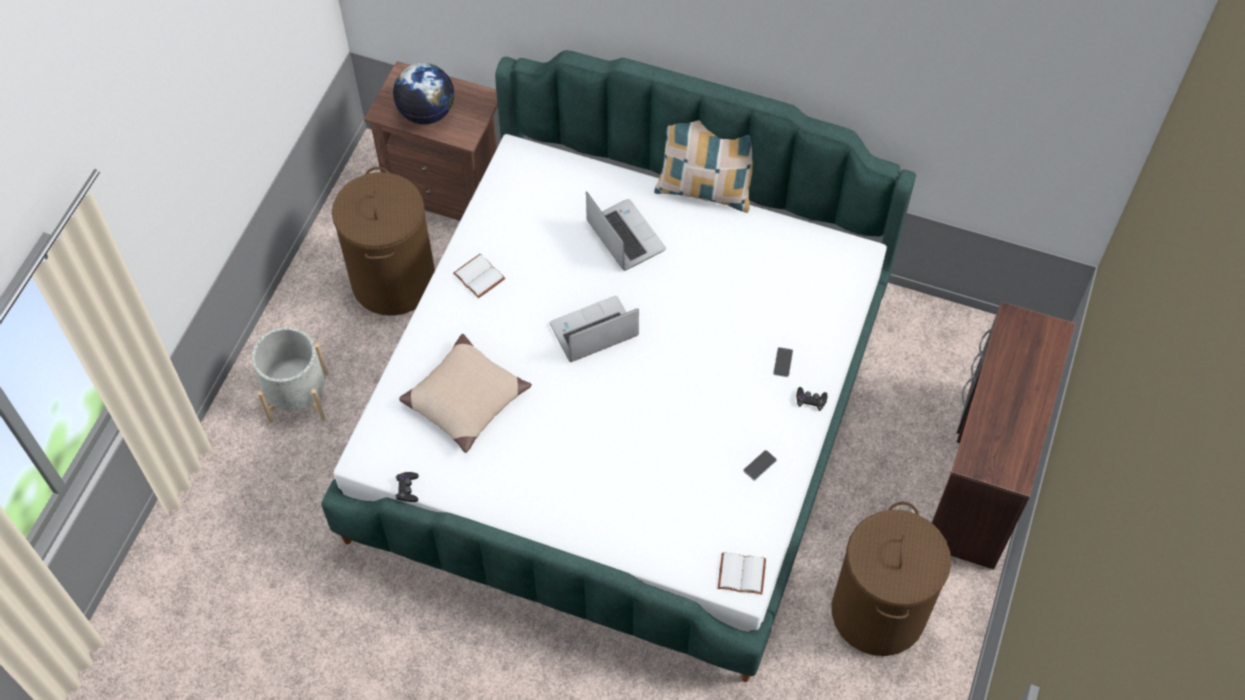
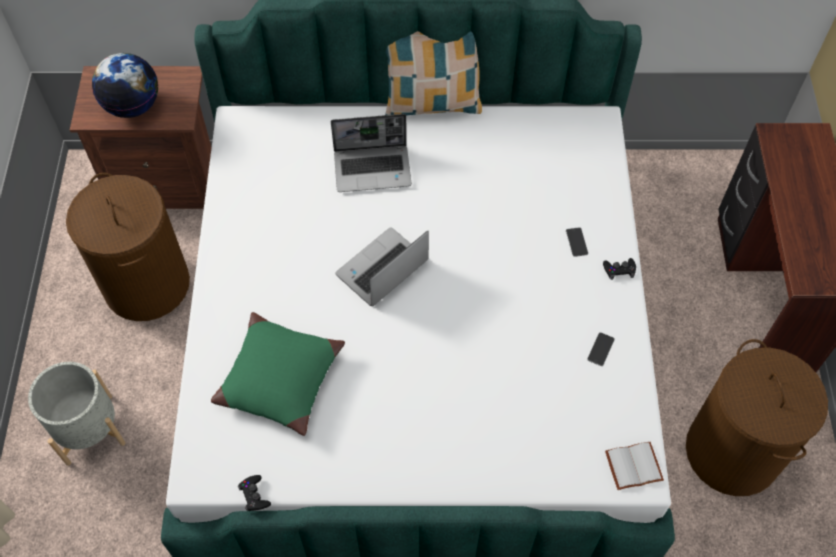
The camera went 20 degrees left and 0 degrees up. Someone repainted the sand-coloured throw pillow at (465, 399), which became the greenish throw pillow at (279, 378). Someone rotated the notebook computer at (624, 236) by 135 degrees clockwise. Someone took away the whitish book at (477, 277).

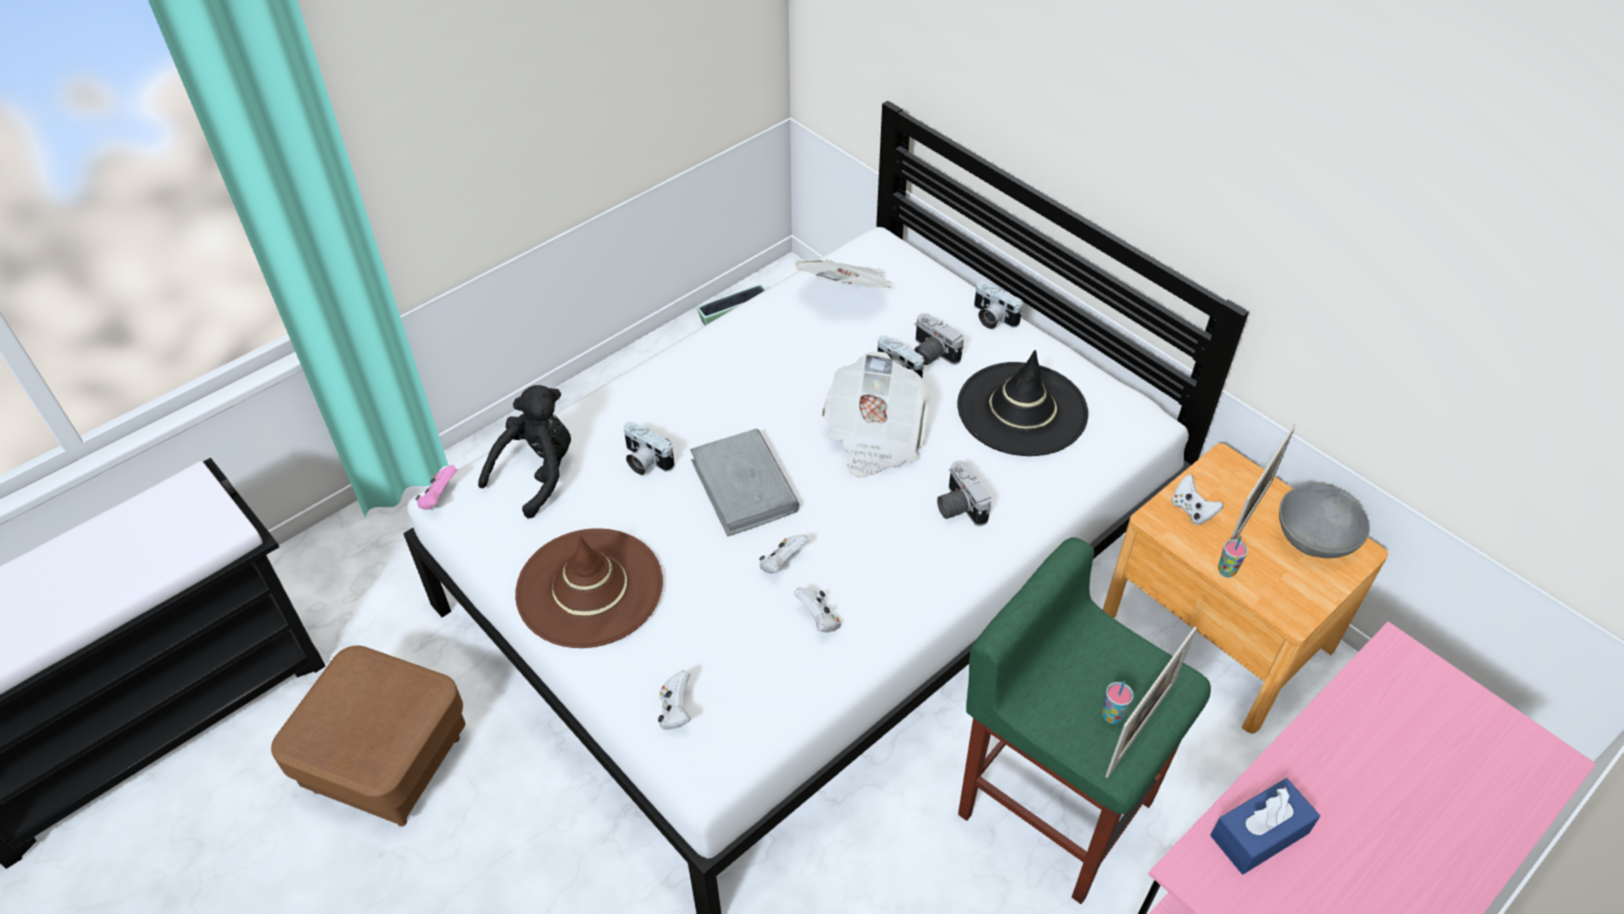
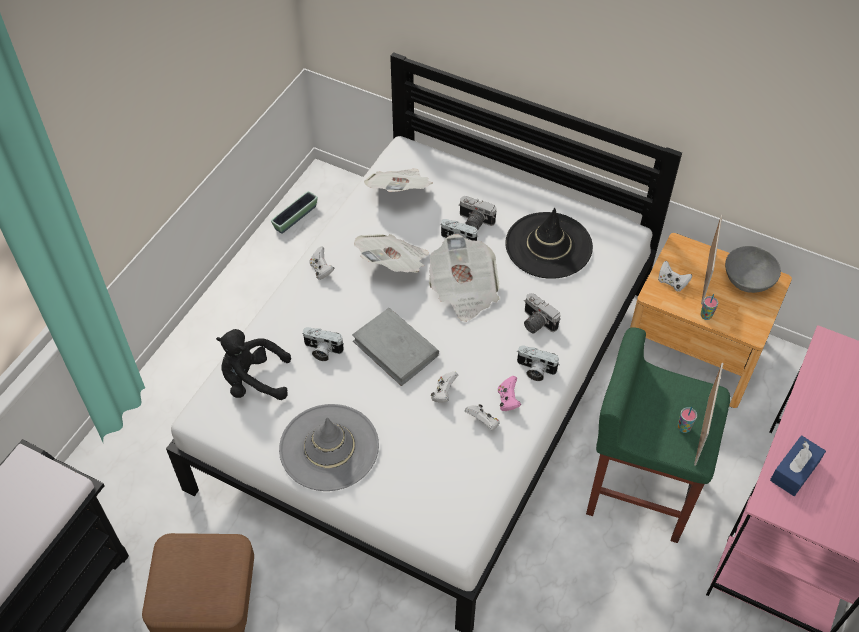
The camera went 20 degrees left and 5 degrees up. Someone rotated the black-coloured soft toy at (538, 473) by 105 degrees counterclockwise. Someone repainted the brown wearable hat at (590, 588), which became the gray wearable hat at (329, 447). Someone carried the whitish game controller from (676, 711) to (321, 270). Someone put down the newspaper at (394, 265). Someone carried the pinkish game controller from (439, 498) to (508, 400). Someone carried the photo camera from (992, 318) to (535, 370).

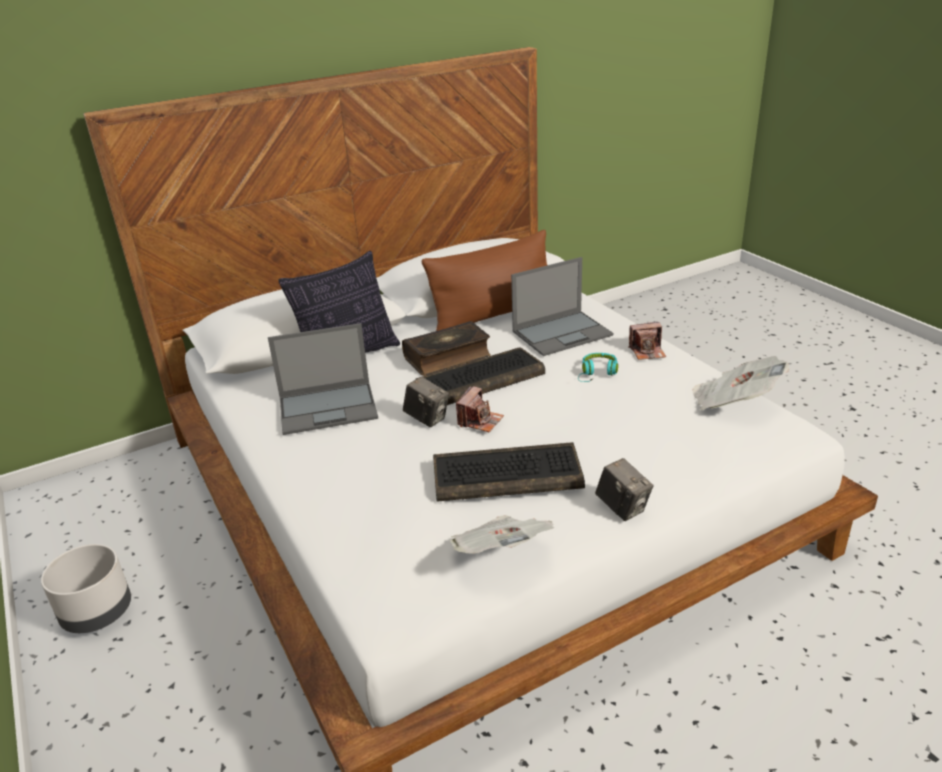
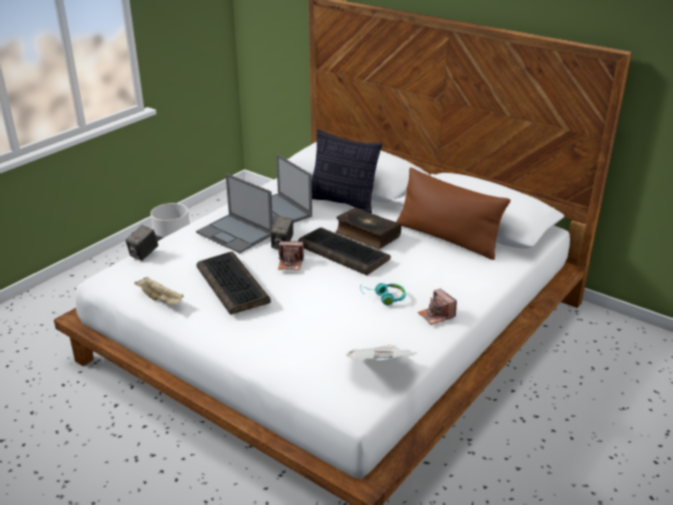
The camera went 65 degrees right and 0 degrees up. Someone carried the photo camera from (622, 508) to (144, 254). Someone swapped the newspaper at (501, 554) for the sand-coloured serving tray at (161, 300). Someone carried the notebook computer from (563, 333) to (235, 234).

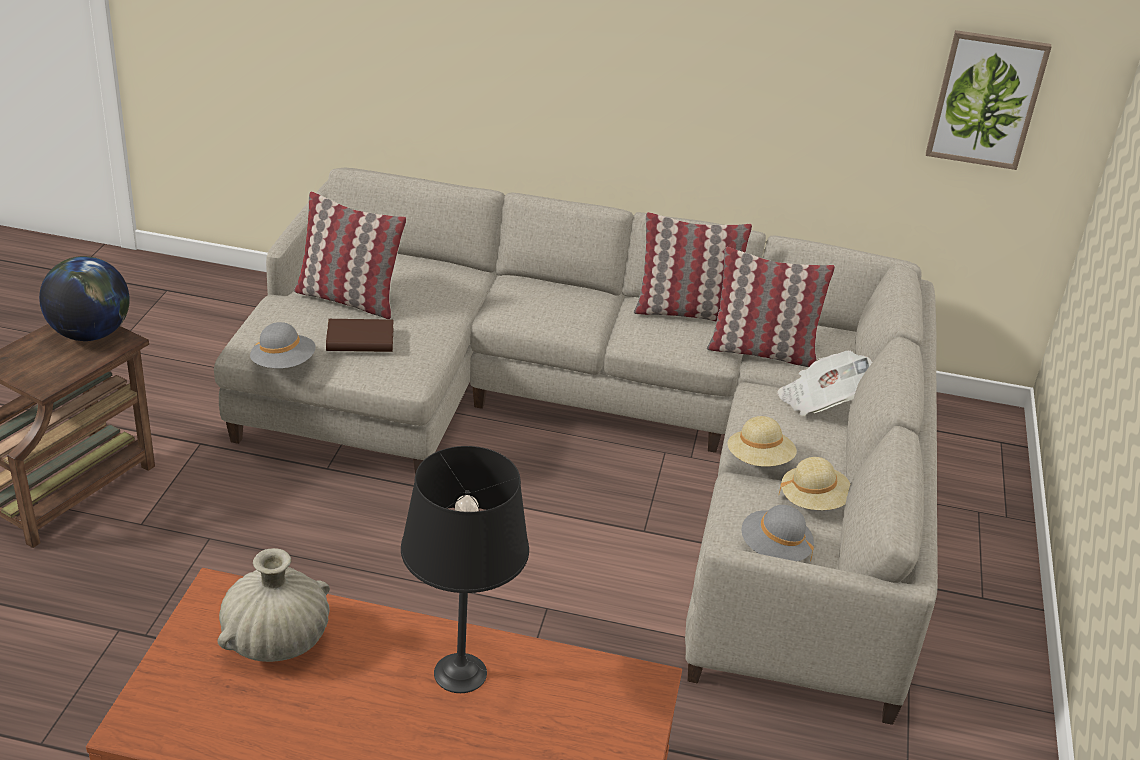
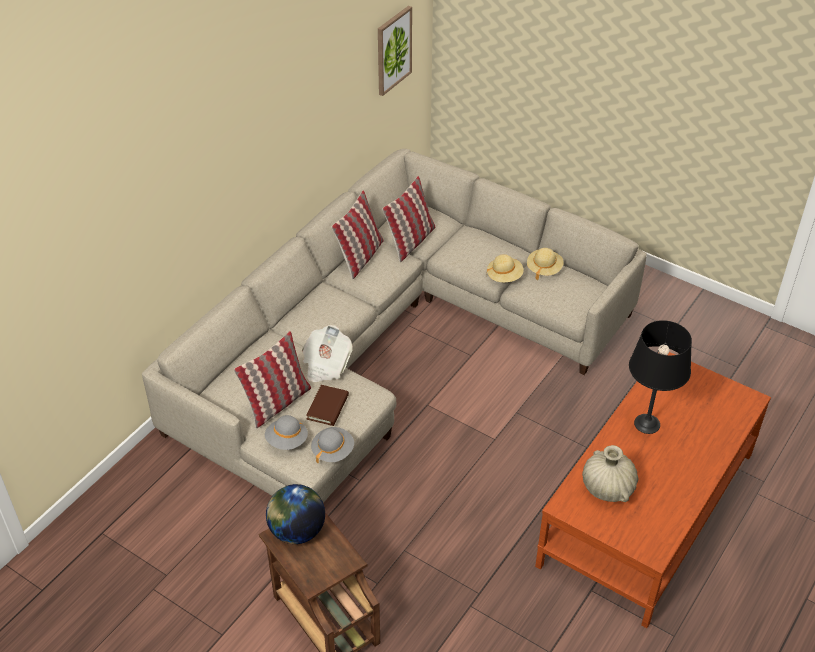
The camera went 65 degrees left and 10 degrees up. Someone carried the gray wearable hat from (774, 550) to (287, 441). Someone carried the newspaper from (820, 401) to (326, 365).

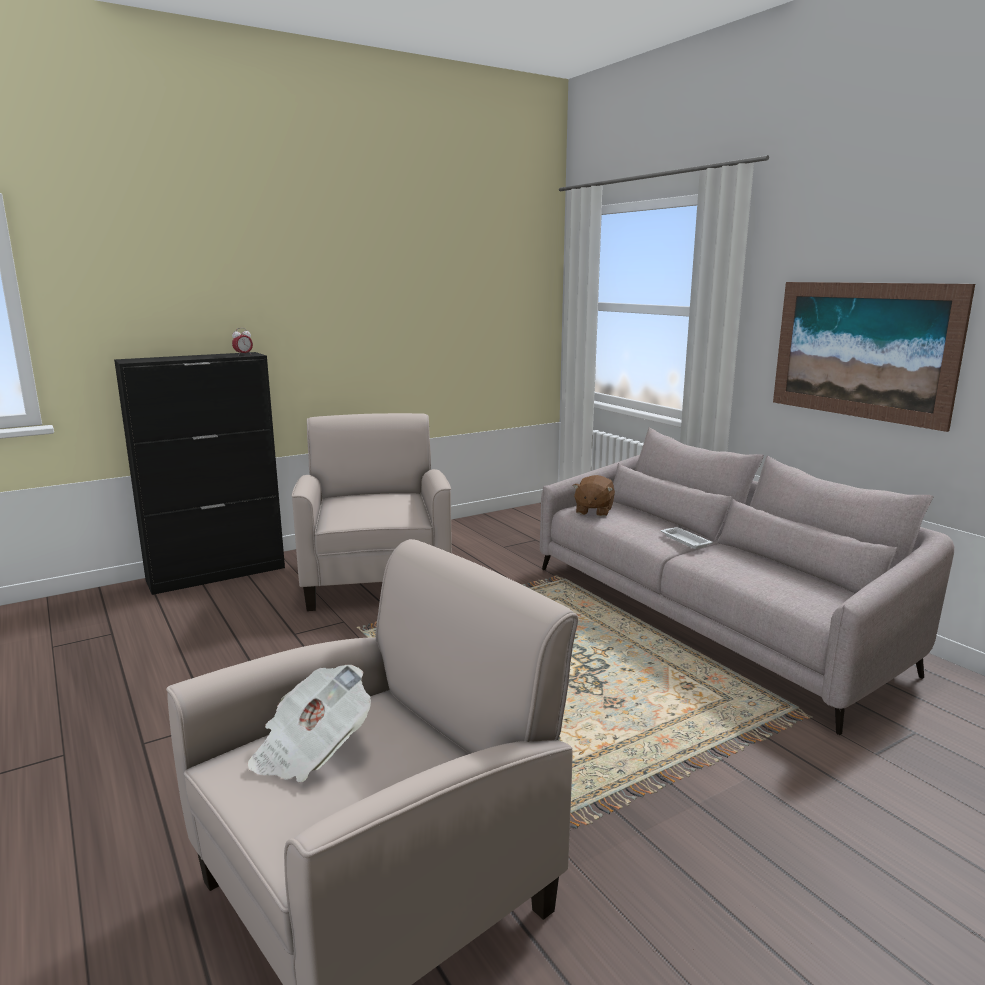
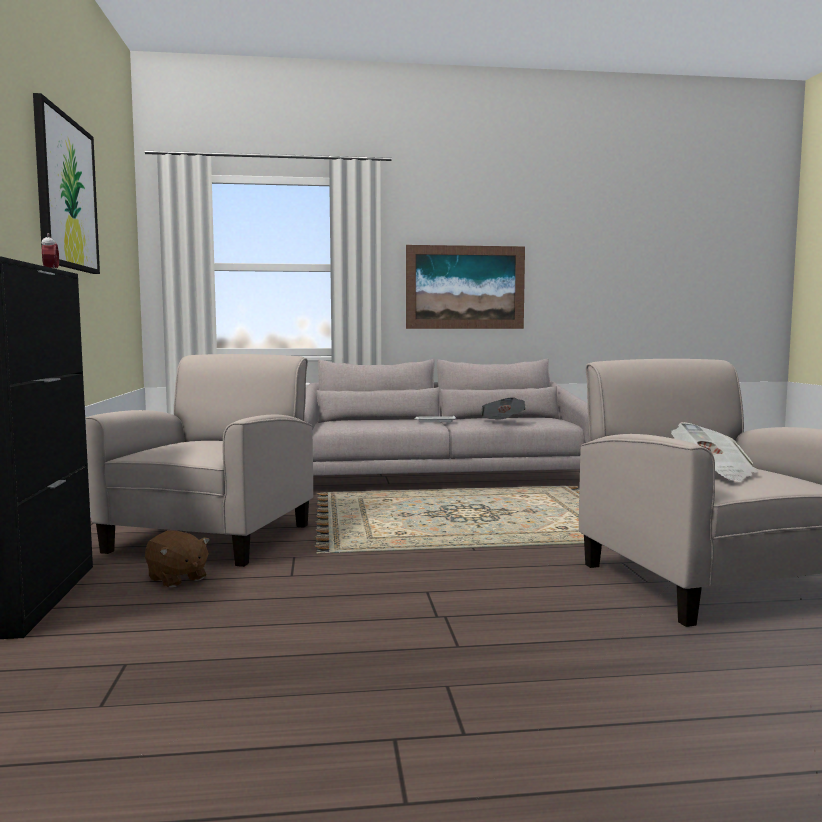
The camera went 65 degrees left and 10 degrees down. Someone put up the wall art at (66, 193). Someone rotated the sand-coloured easy chair at (376, 579) by 90 degrees clockwise. Someone carried the brown soft toy from (593, 511) to (177, 579). Someone put down the newspaper at (502, 422).

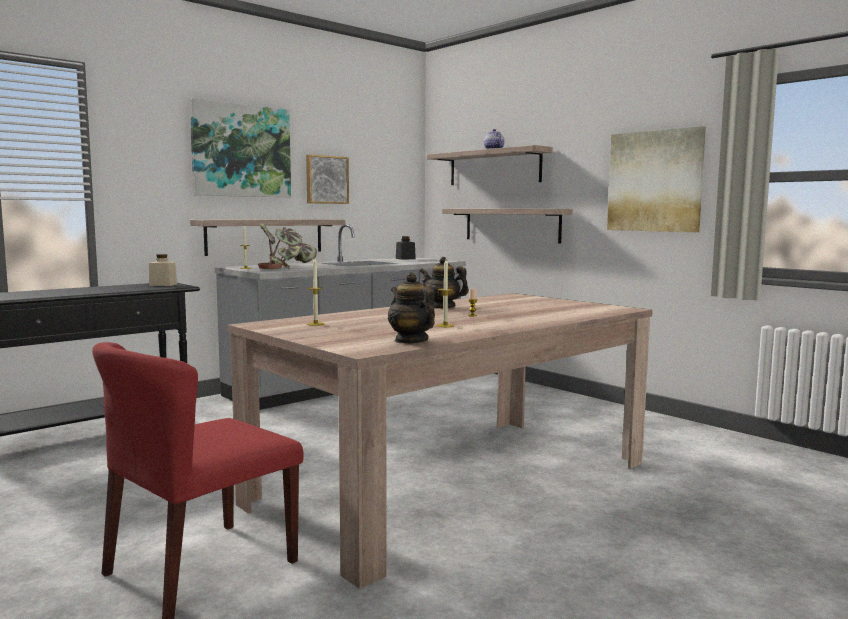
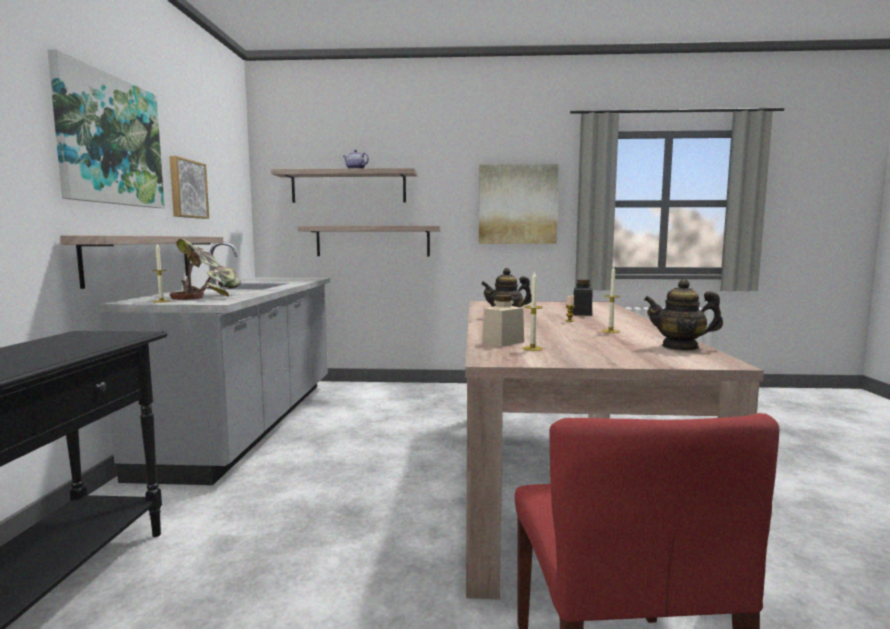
The camera went 45 degrees left and 0 degrees up. Someone carried the sand-coloured jar from (163, 284) to (503, 342). Someone carried the black-coloured jar from (405, 259) to (582, 313).

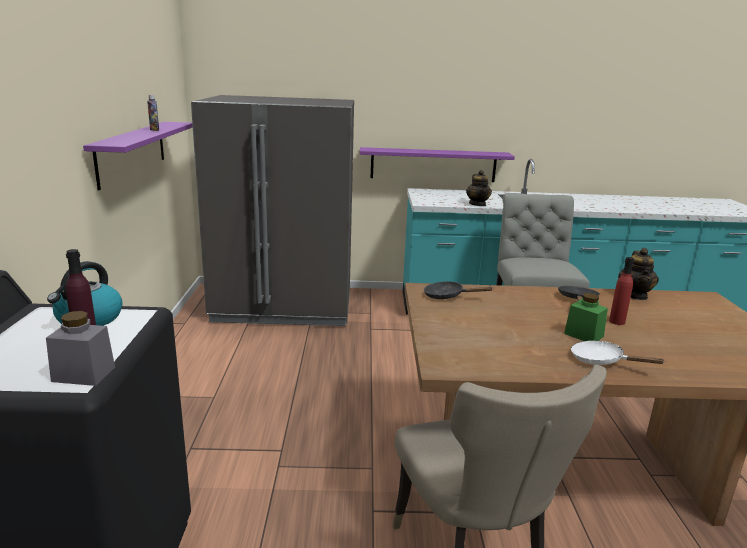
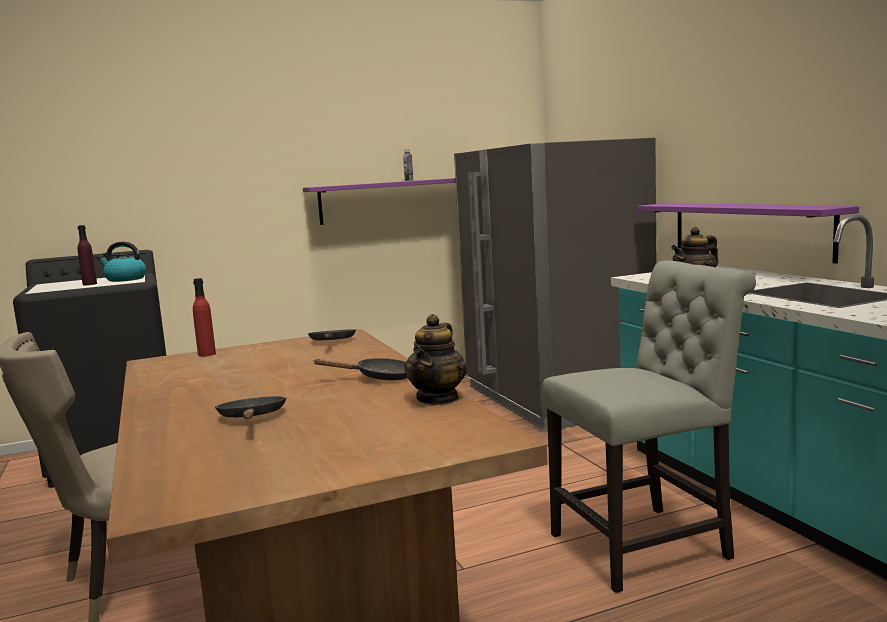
The camera went 70 degrees right and 10 degrees down. Someone carried the red drink bottle from (617, 321) to (207, 354). Someone put down the black-coloured frying pan at (252, 418). Someone rotated the tea pot at (634, 295) by 60 degrees counterclockwise. Someone took away the gray jar at (83, 374). Someone took away the greenish jar at (583, 335). Someone took away the whitish frying pan at (601, 361).

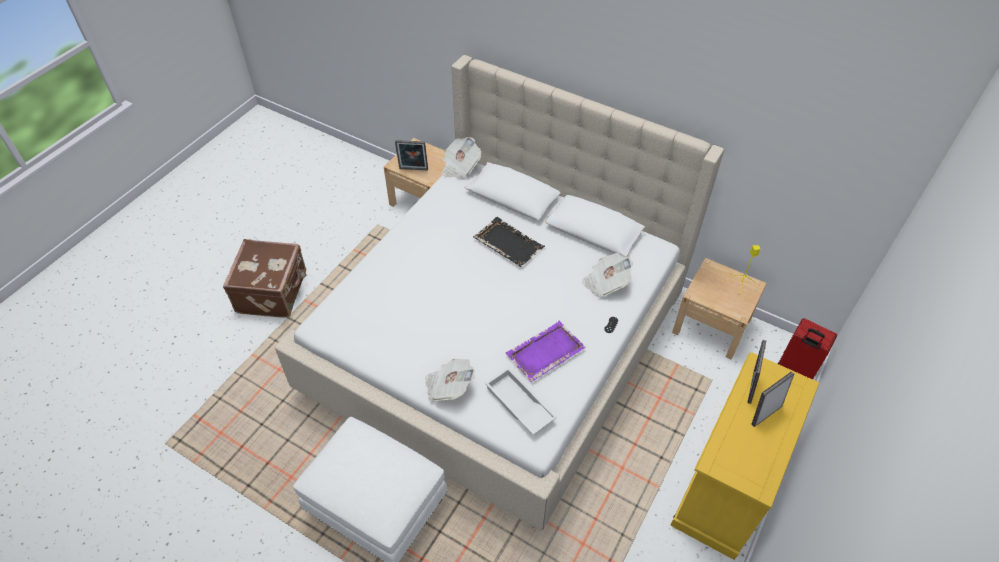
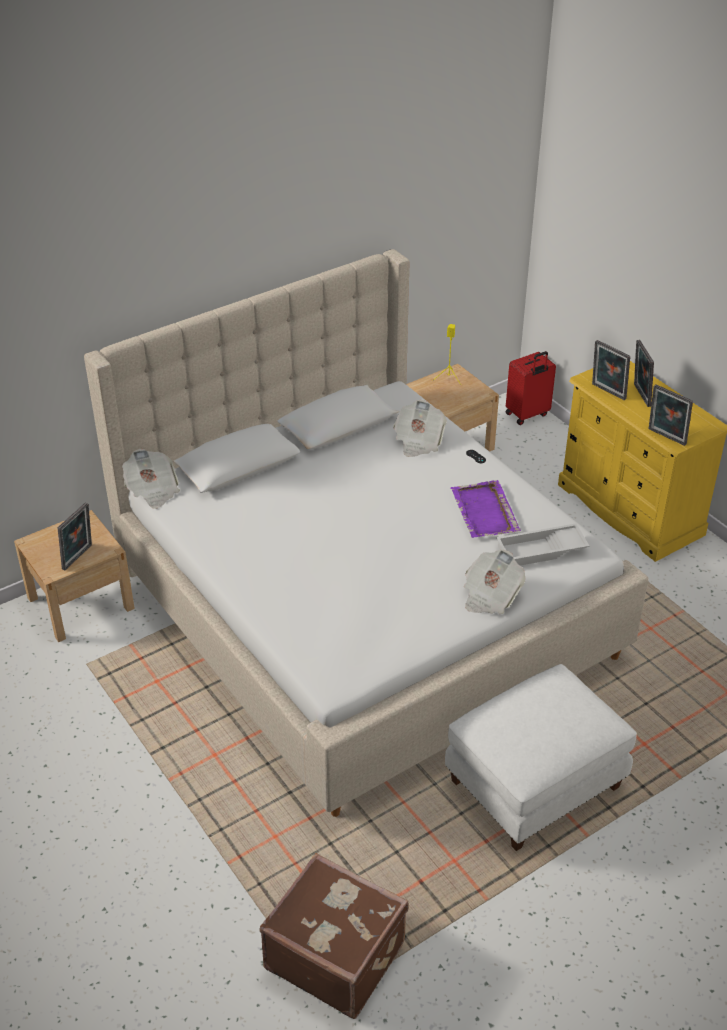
The camera went 65 degrees left and 10 degrees down. Someone carried the brown travel case from (273, 292) to (335, 954). Someone put down the photo frame at (665, 437). Someone took away the black-coloured serving tray at (508, 243).

